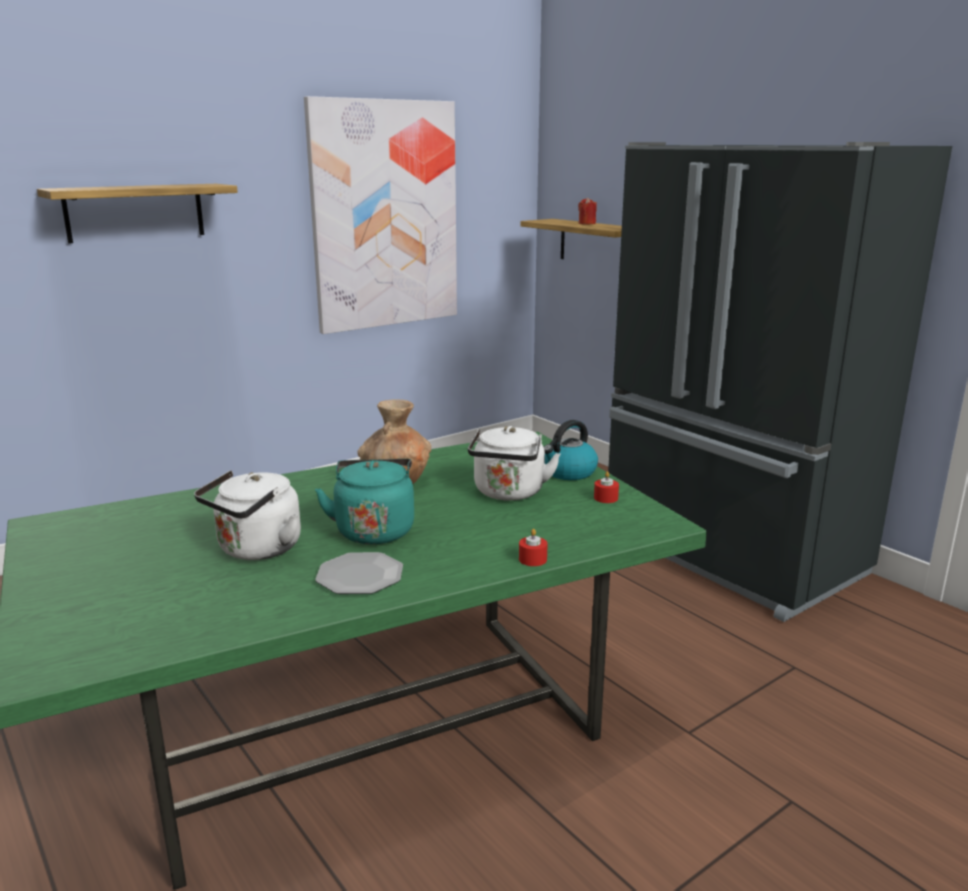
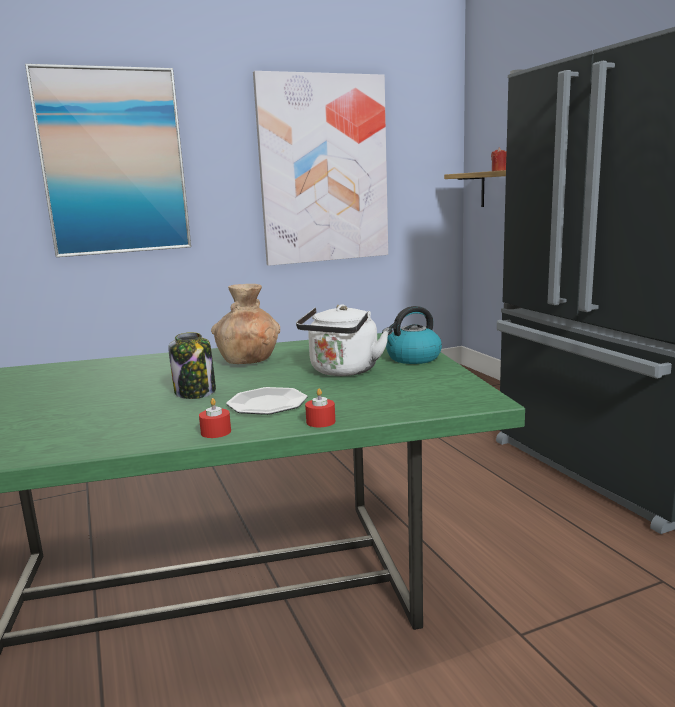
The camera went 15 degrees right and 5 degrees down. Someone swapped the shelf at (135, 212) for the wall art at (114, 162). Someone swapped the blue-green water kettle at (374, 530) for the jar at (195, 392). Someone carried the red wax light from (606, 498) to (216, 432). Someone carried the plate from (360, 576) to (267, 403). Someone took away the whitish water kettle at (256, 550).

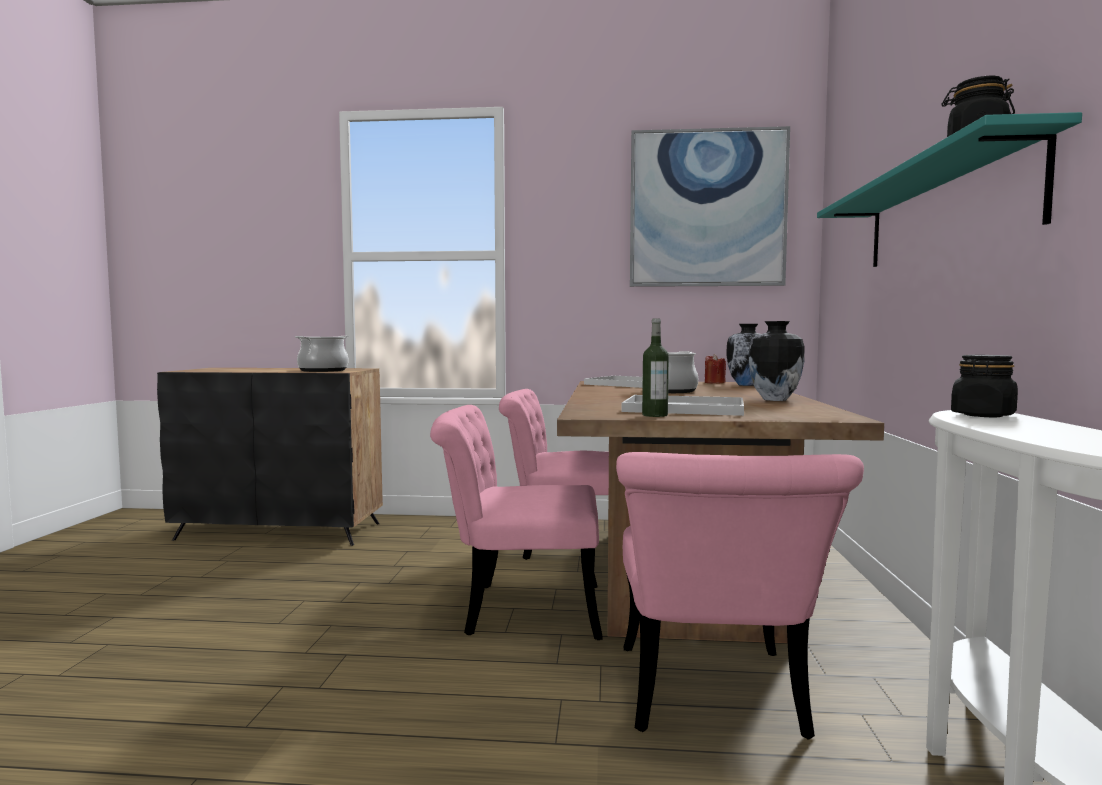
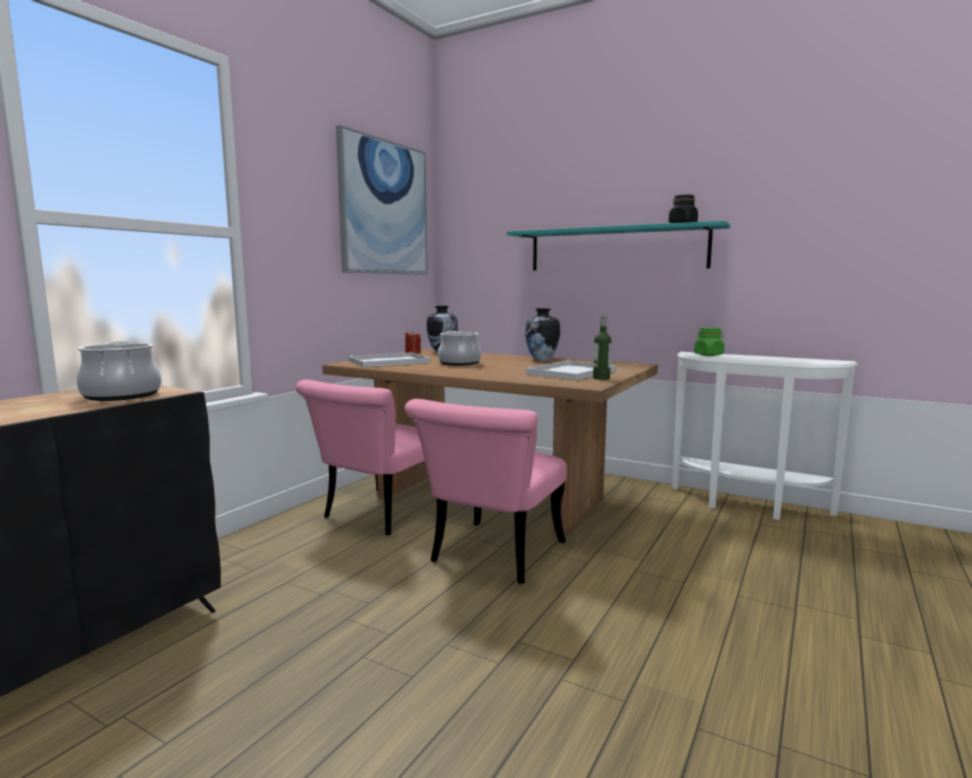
The camera went 65 degrees left and 5 degrees up. Someone repainted the black-coloured jar at (983, 415), which became the greenish jar at (708, 355). Someone took away the pinkish chair at (714, 702).

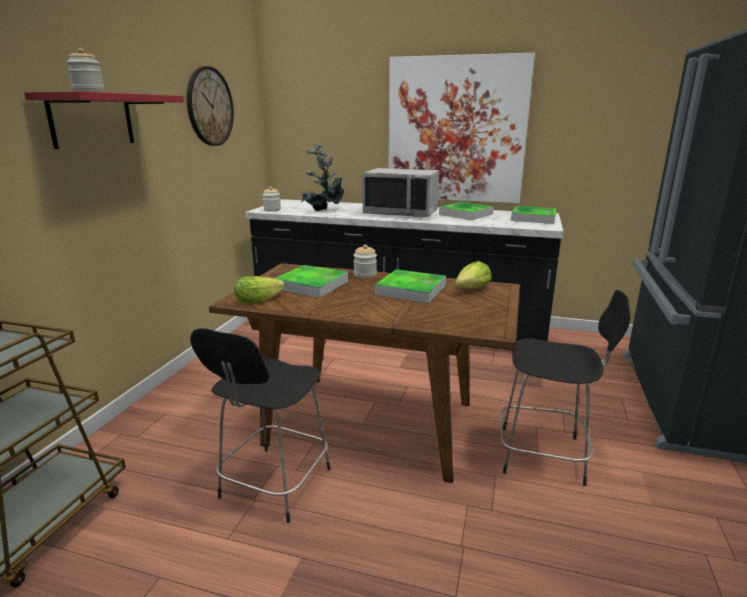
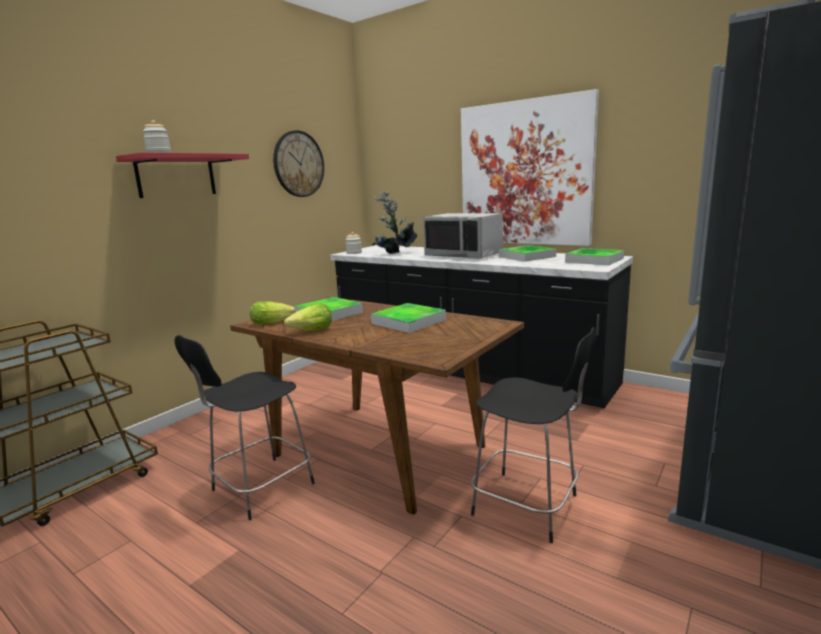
The camera went 20 degrees right and 5 degrees down. Someone carried the lettuce head from (472, 289) to (312, 331). Someone took away the jar at (365, 275).

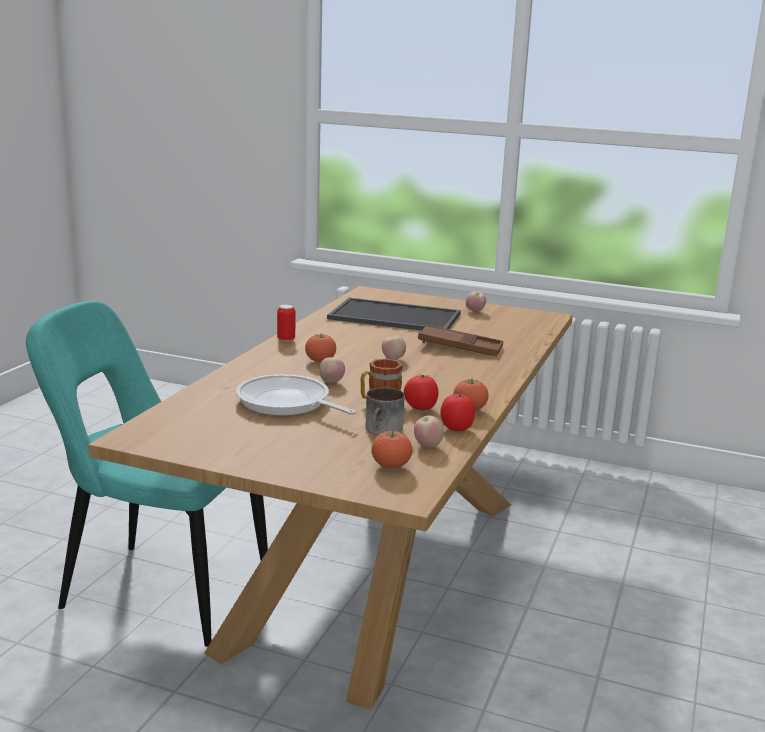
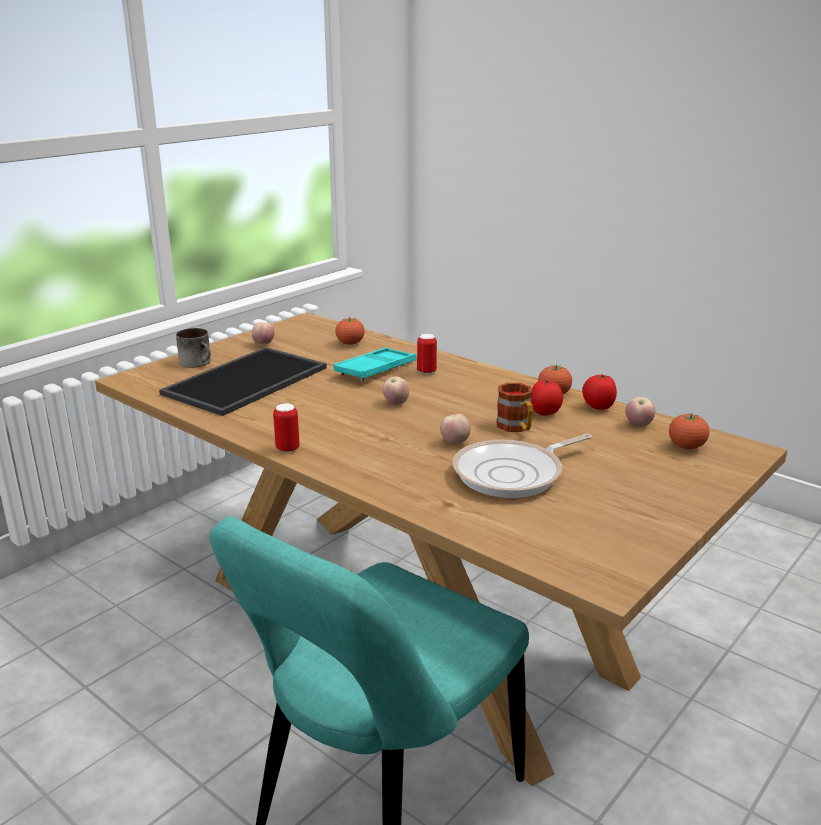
The camera went 70 degrees left and 5 degrees up. Someone carried the tea mug from (383, 431) to (199, 362). Someone repainted the brown serving tray at (460, 347), which became the blue-green serving tray at (375, 369). Someone carried the whole tomato from (320, 361) to (350, 343). Someone put down the sealed can at (426, 372).

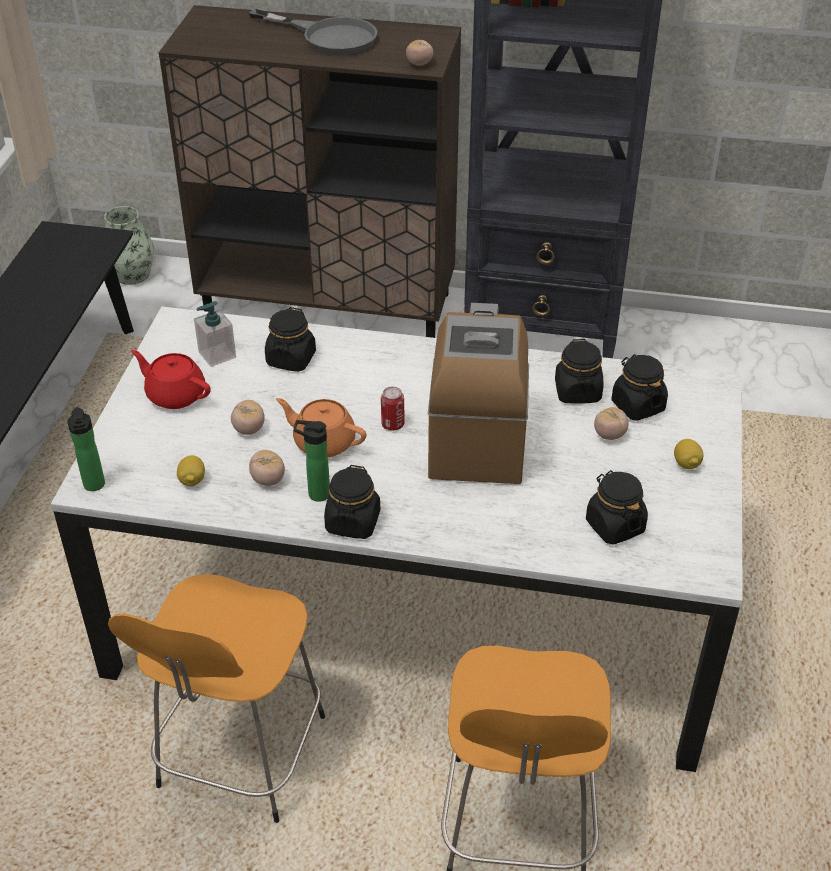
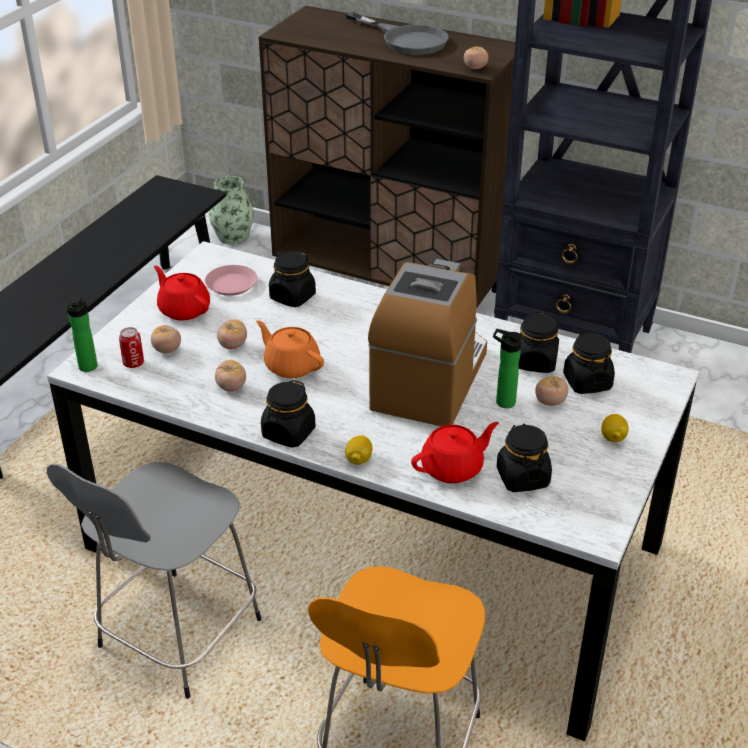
The camera went 15 degrees right and 5 degrees down. Someone repainted the orange-coloured stool at (239, 757), which became the gray stool at (176, 638). Someone carried the sealed can from (392, 424) to (133, 363). Someone put down the whole tomato at (167, 350). Someone swapped the soap bottle at (217, 355) for the pinkish plate at (232, 284). Someone carried the whole lemon from (192, 480) to (358, 460). Someone put down the red tea pot at (453, 468). Someone carried the drink bottle from (315, 494) to (502, 401).

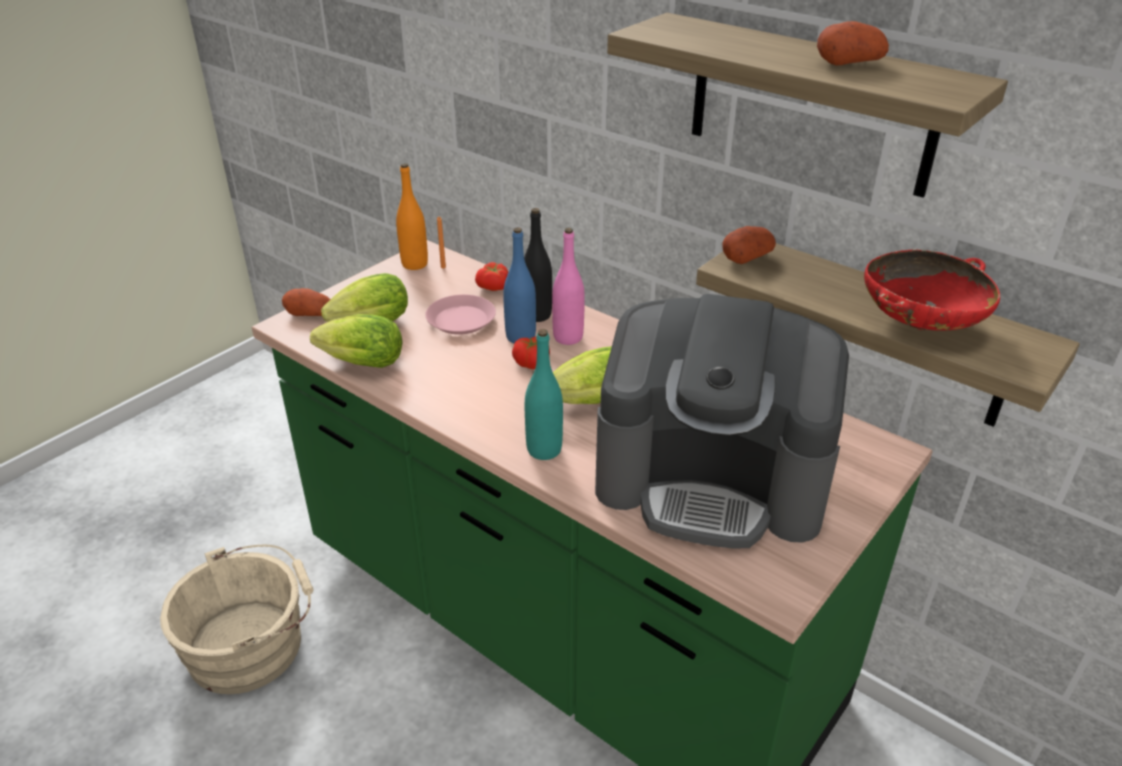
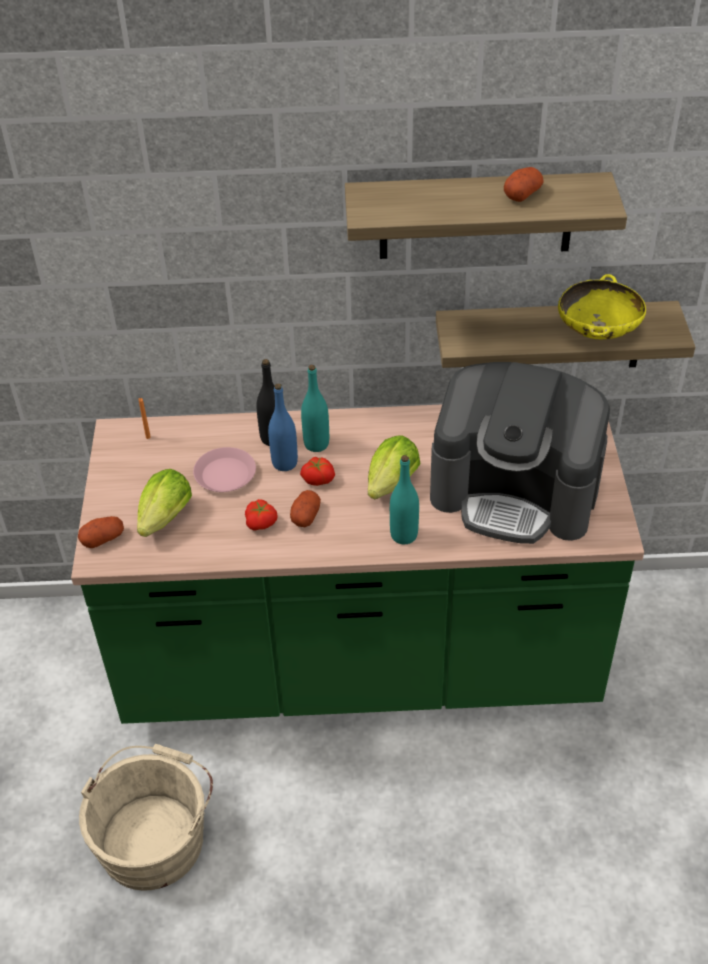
The camera went 40 degrees left and 10 degrees up. Someone carried the whole tomato from (494, 287) to (262, 522). Someone carried the spud from (747, 258) to (305, 516). Someone repainted the pinkish drink bottle at (568, 337), which became the blue-green drink bottle at (316, 444). Someone rotated the coffee brewer at (712, 479) by 45 degrees clockwise. Someone repainted the red bowl at (921, 322), which became the yellow bowl at (598, 330). Someone took away the lettuce head at (358, 363). Someone took away the orange-coloured drink bottle at (414, 264).

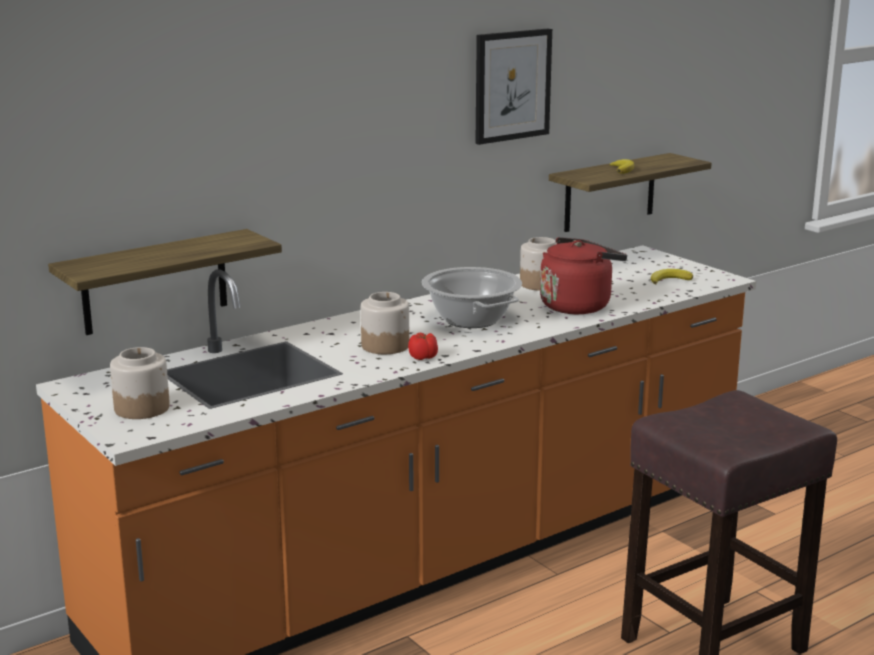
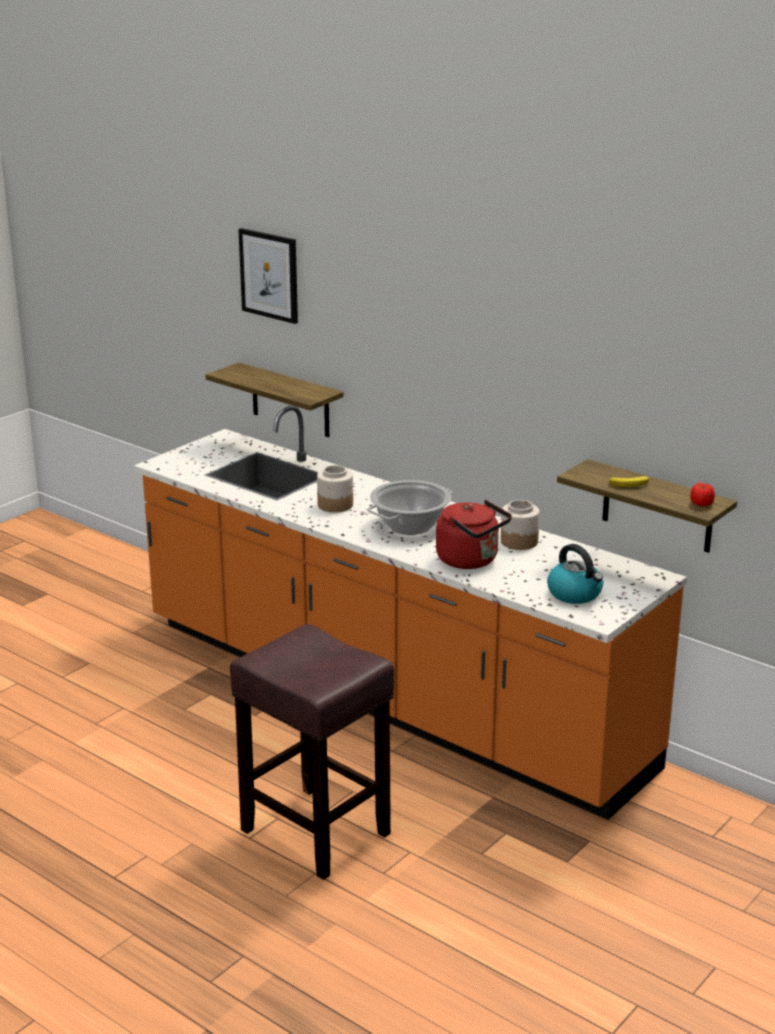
The camera went 75 degrees right and 5 degrees up. Someone carried the wall art from (512, 85) to (269, 275). Someone swapped the whole banana at (669, 280) for the water kettle at (575, 594). Someone carried the whole tomato from (423, 357) to (701, 504). Someone took away the jar at (142, 408).

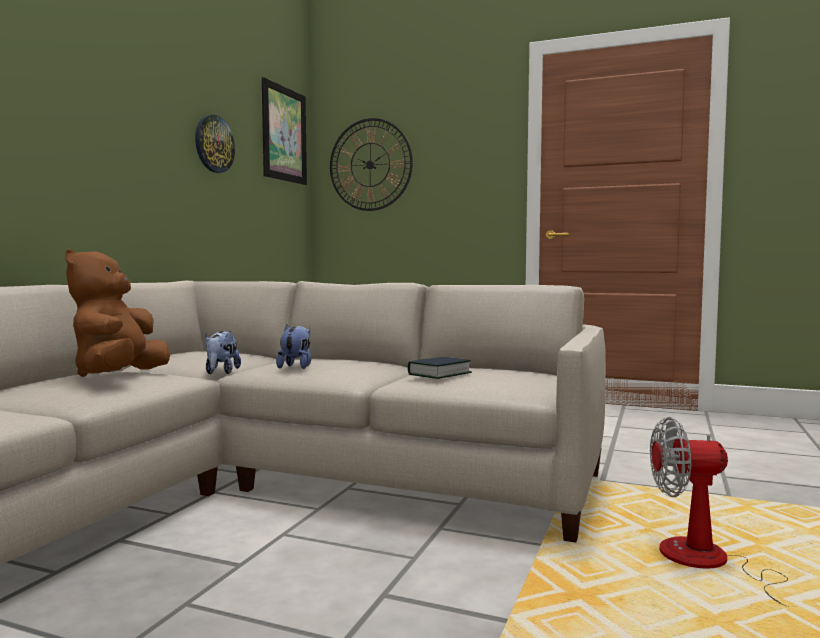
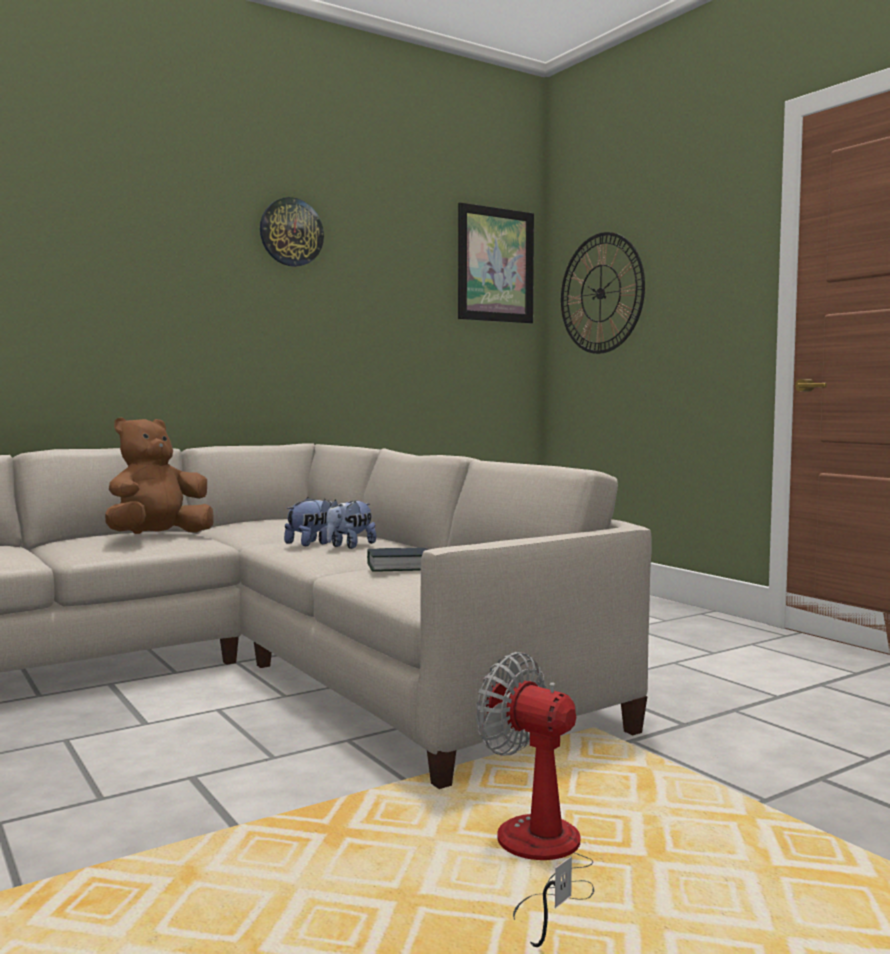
The camera went 35 degrees right and 0 degrees up. Someone carried the hanging clock from (214, 144) to (291, 232). Someone carried the soft toy from (221, 372) to (349, 546).

